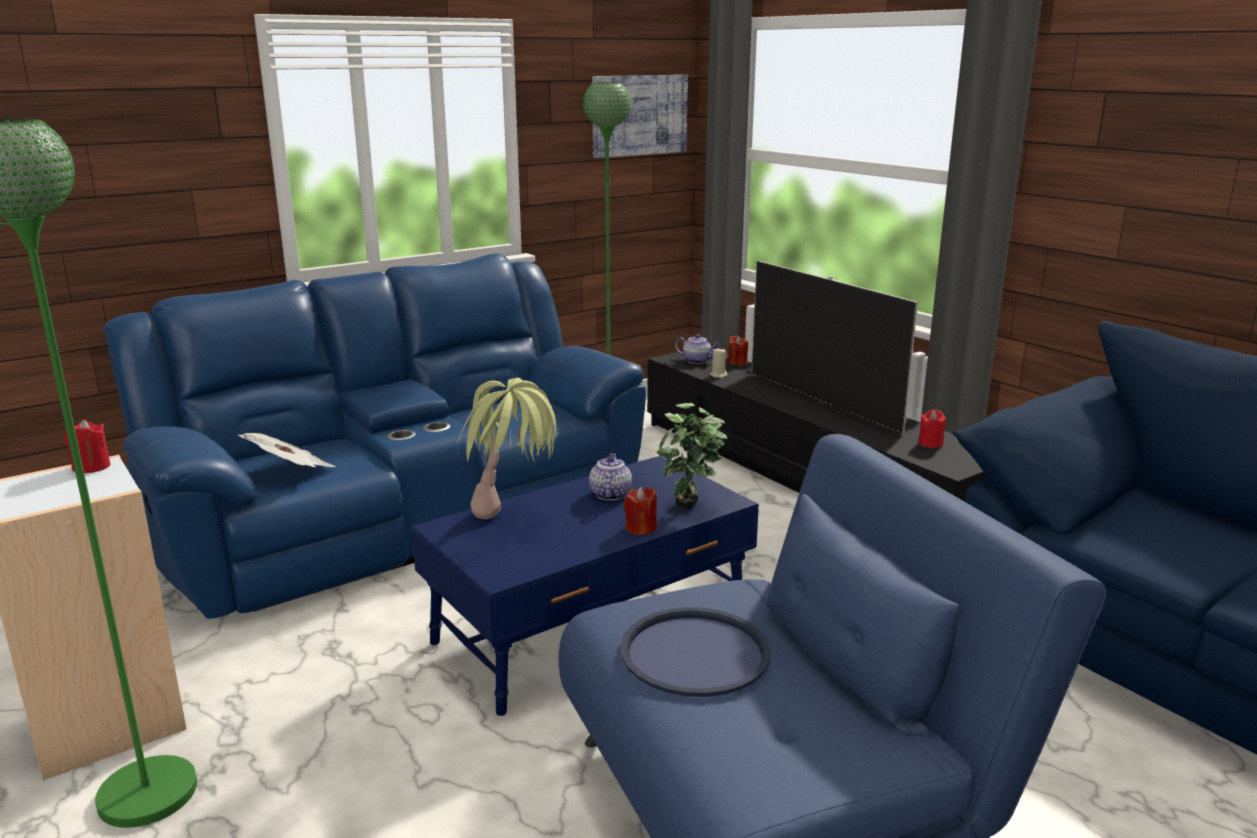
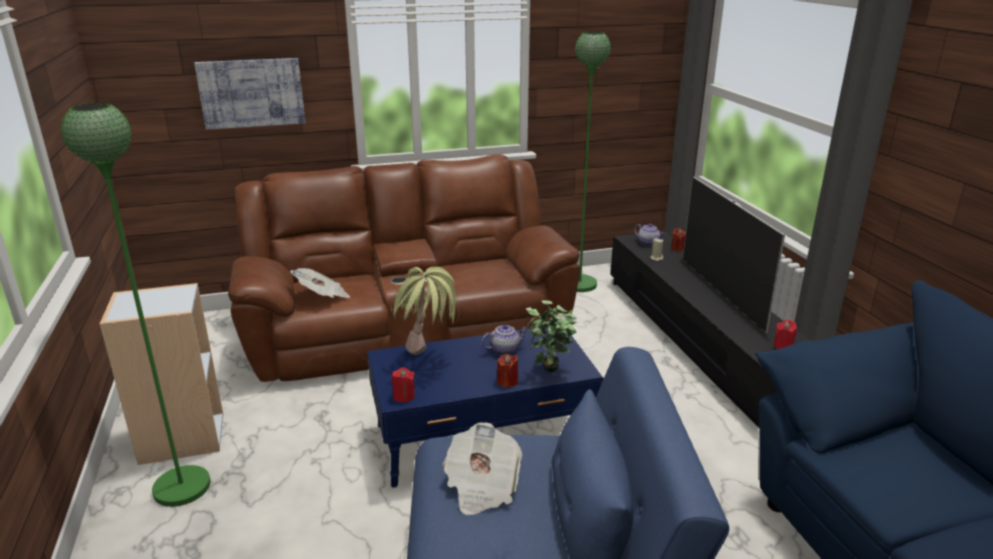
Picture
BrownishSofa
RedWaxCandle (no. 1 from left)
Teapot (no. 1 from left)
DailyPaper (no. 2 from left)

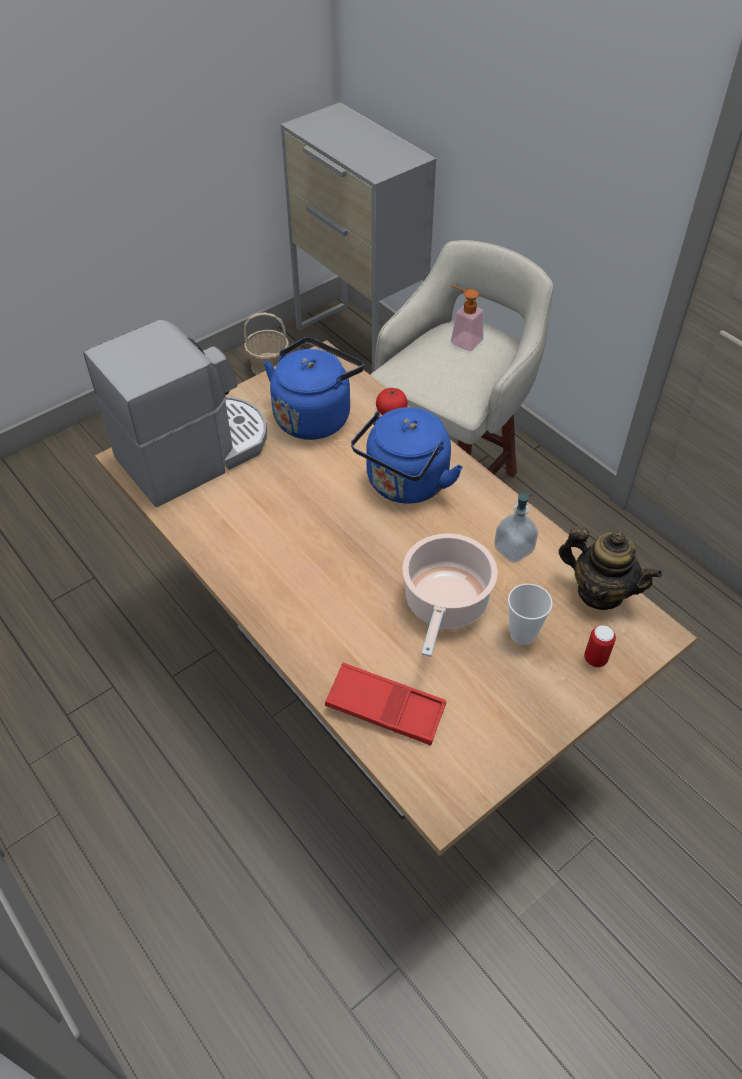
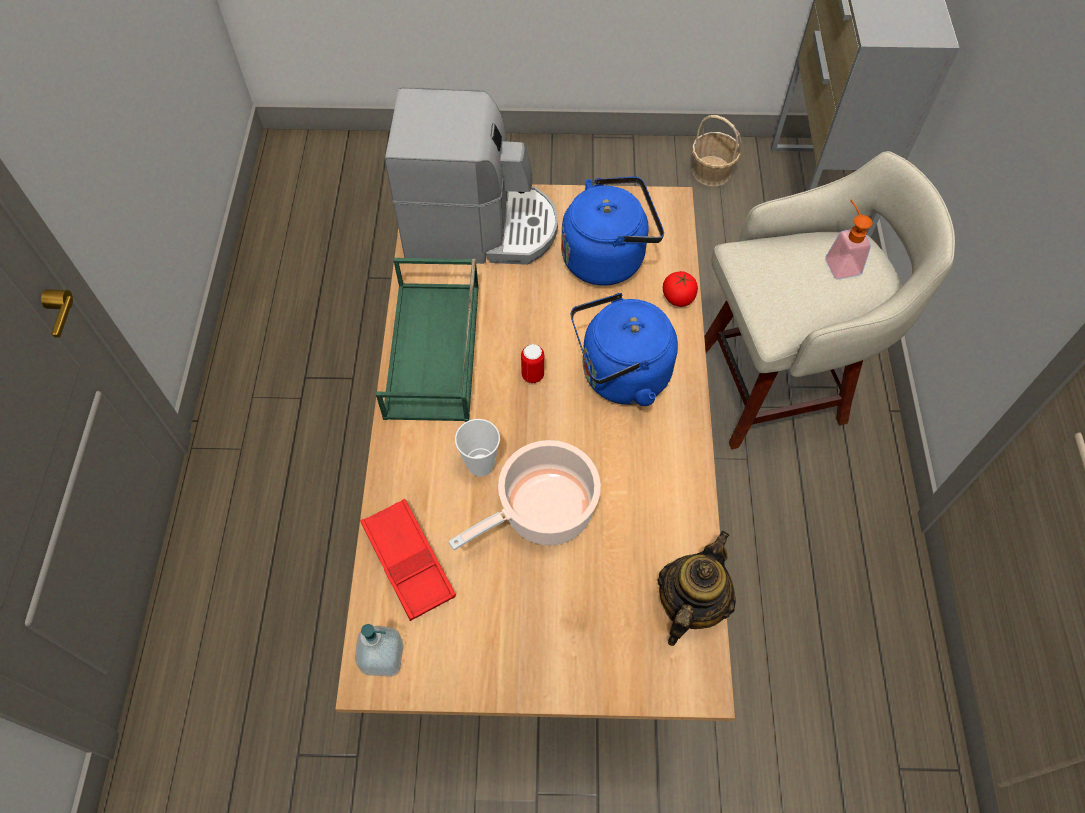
SoapBottle (no. 1 from left)
Teapot
Cup
MetalCan
GreenColouredTray

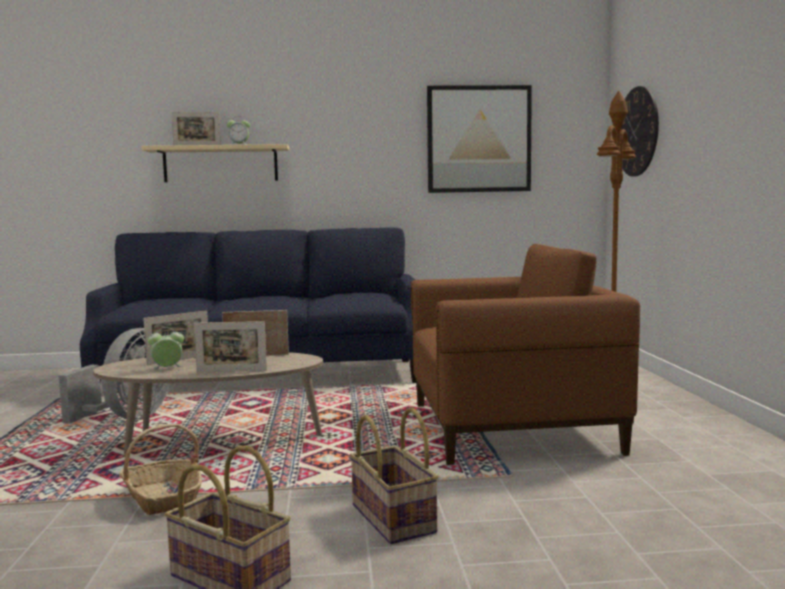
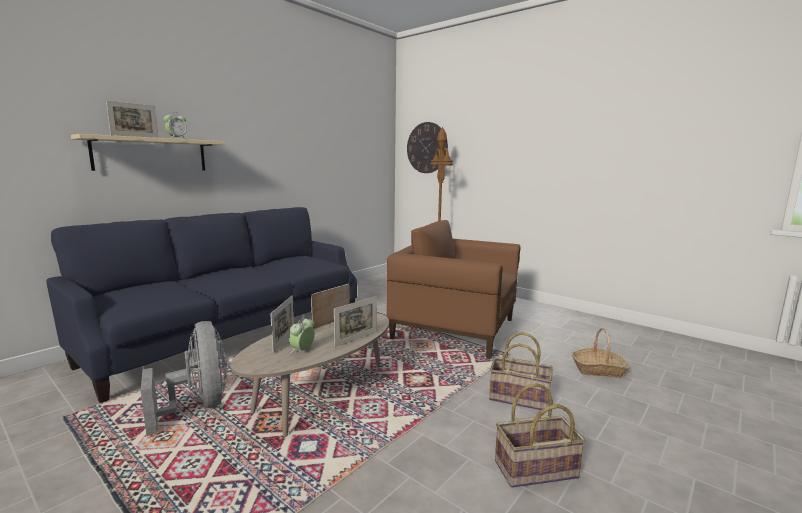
Picture
BrownishEasyChair
HouseholdBasket (no. 3 from left)

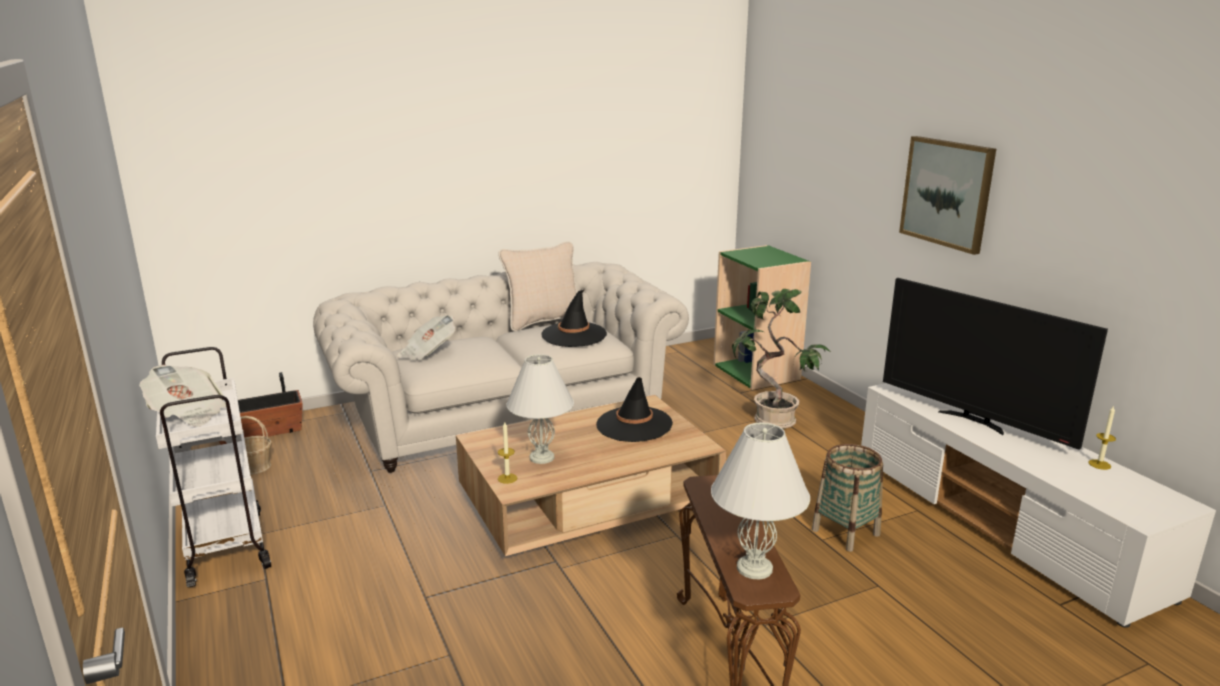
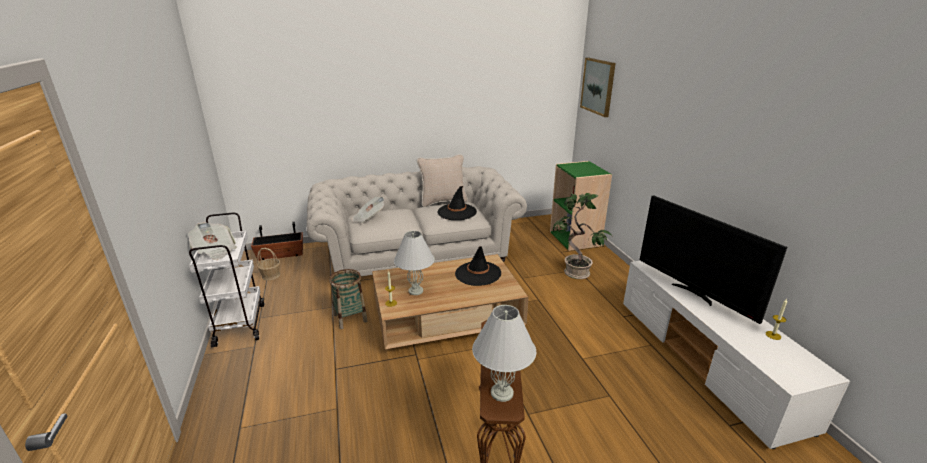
Picture
HouseholdBasket (no. 2 from left)

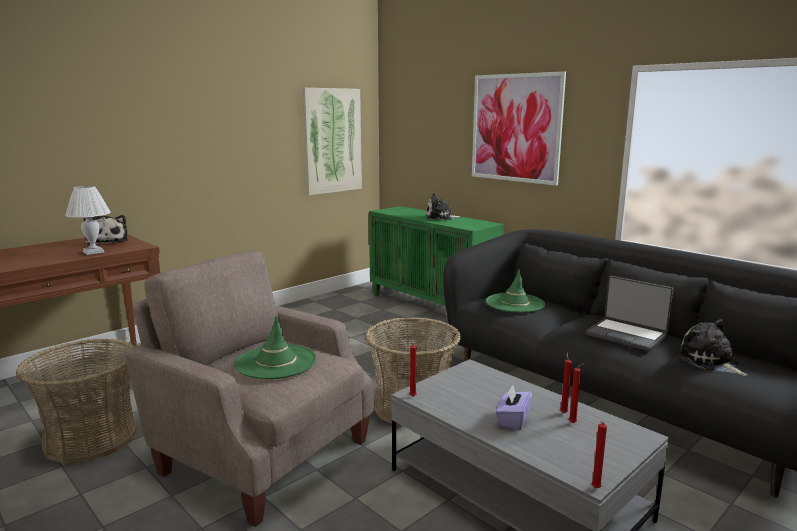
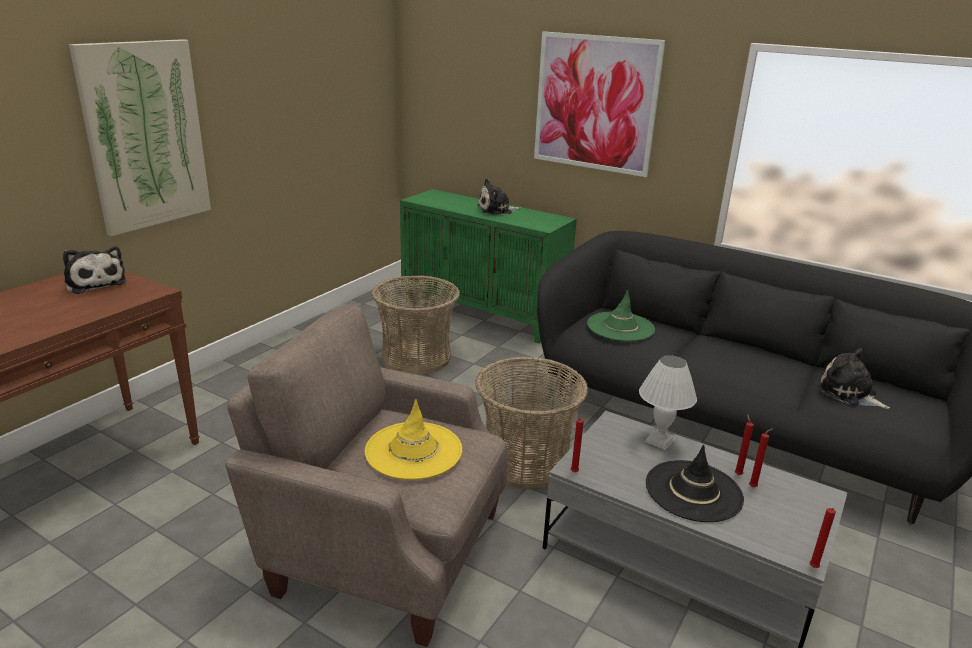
Picture (no. 1 from left)
WhiteTableLamp
Laptop
YellowClothingHat
HouseholdBasket (no. 1 from left)
BlackColouredClothingHat

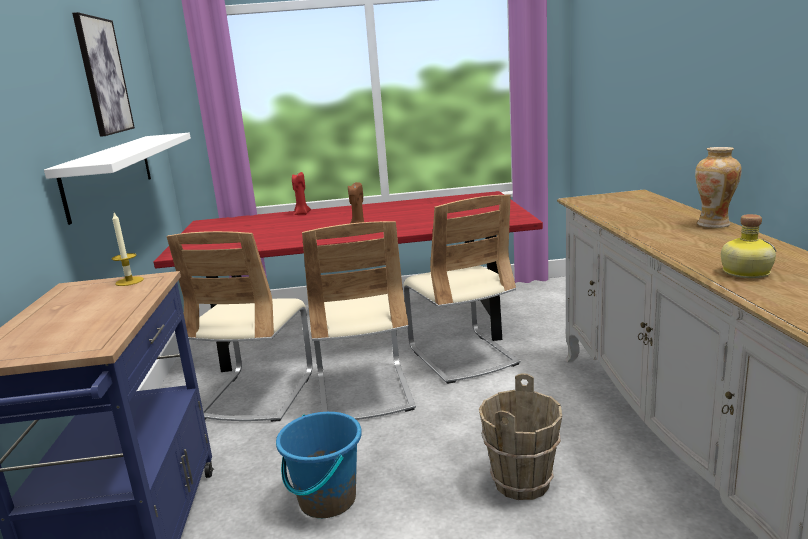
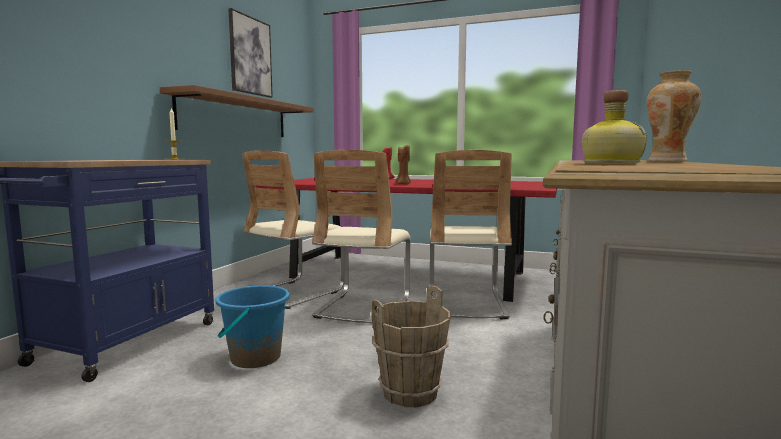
BrownishWallShelf

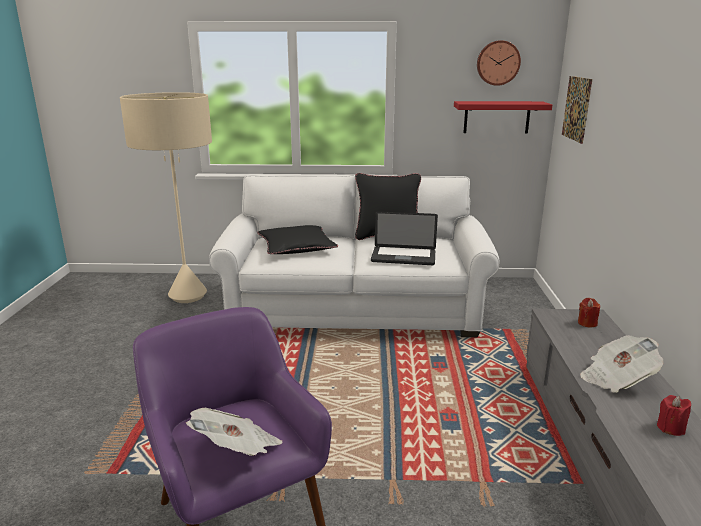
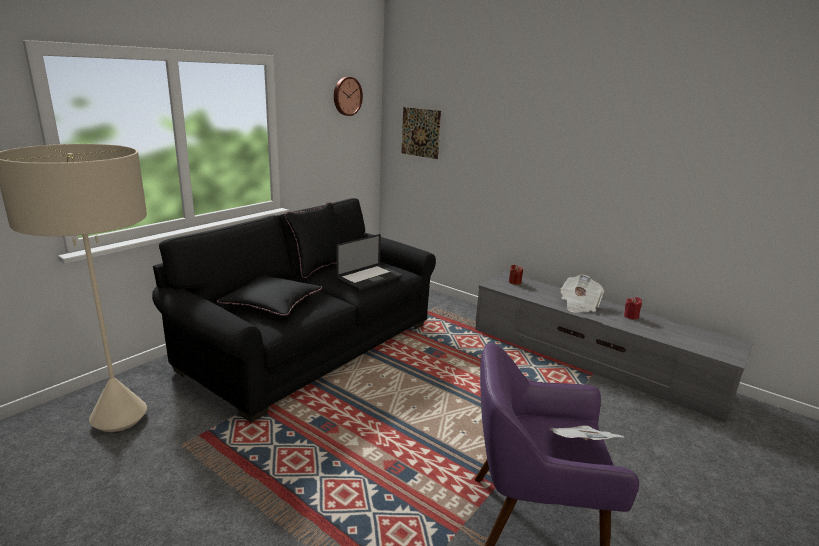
RedWallShelf
BlackColouredSofa

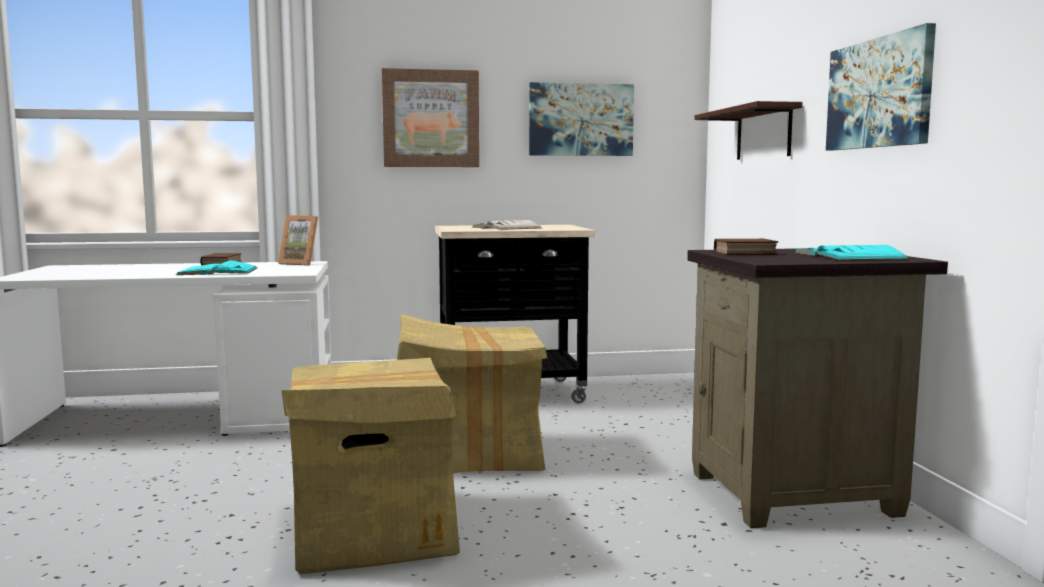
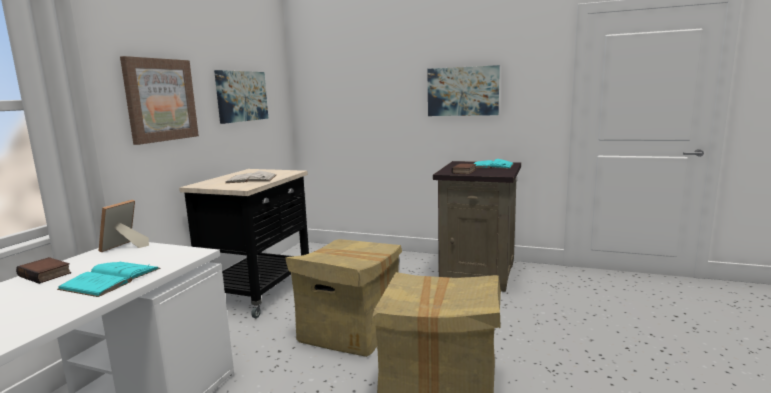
WallShelf
PhotoFrame

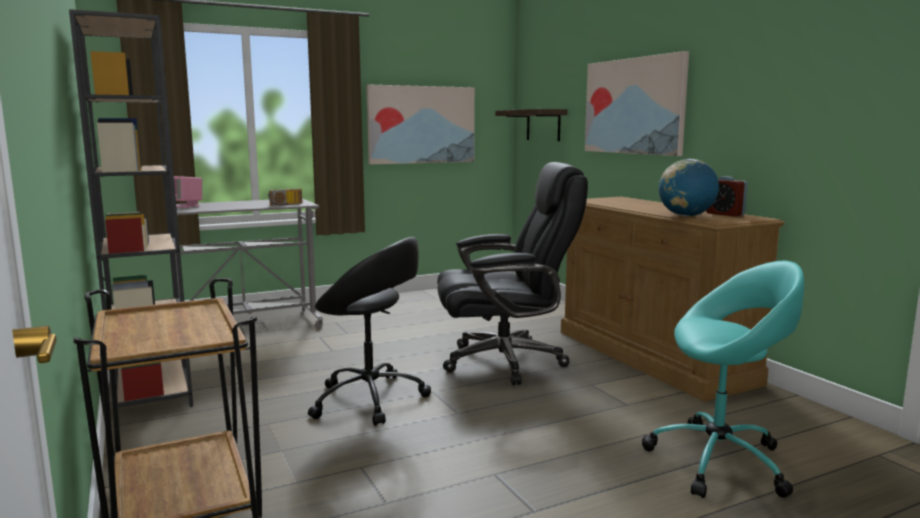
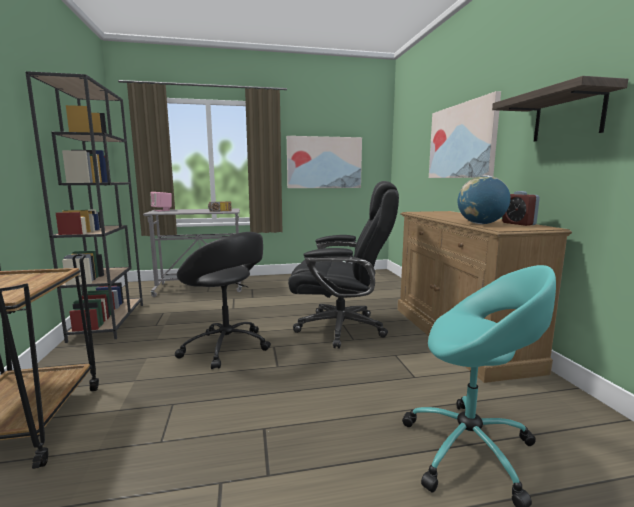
WallShelf

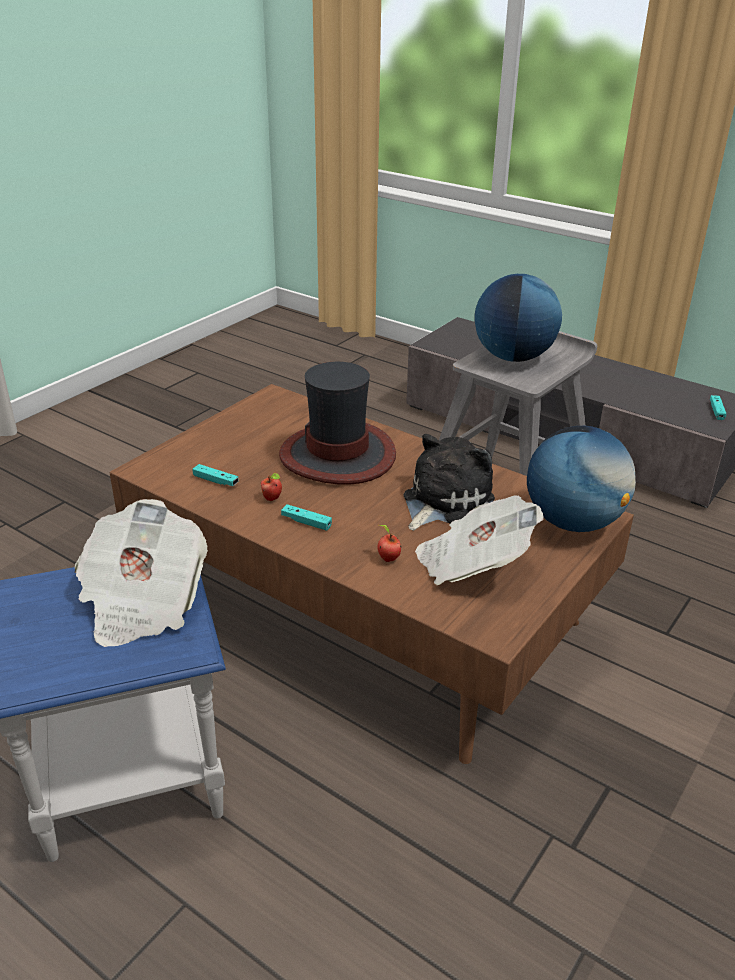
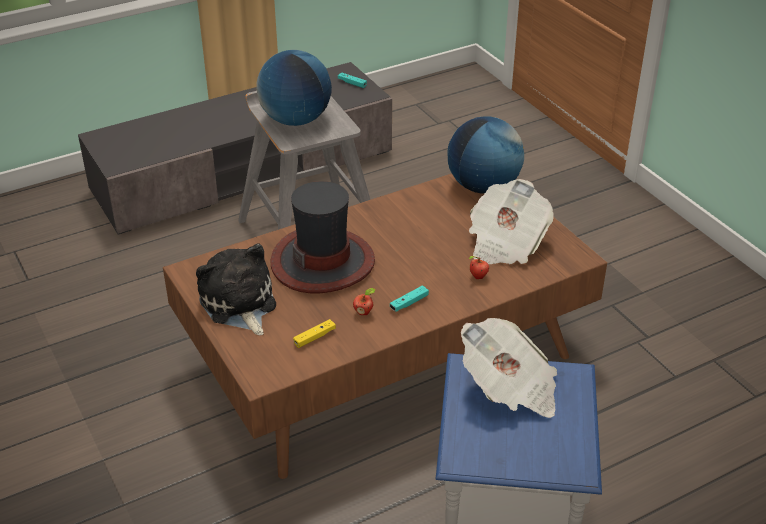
CuddlyToy
YellowGameController

